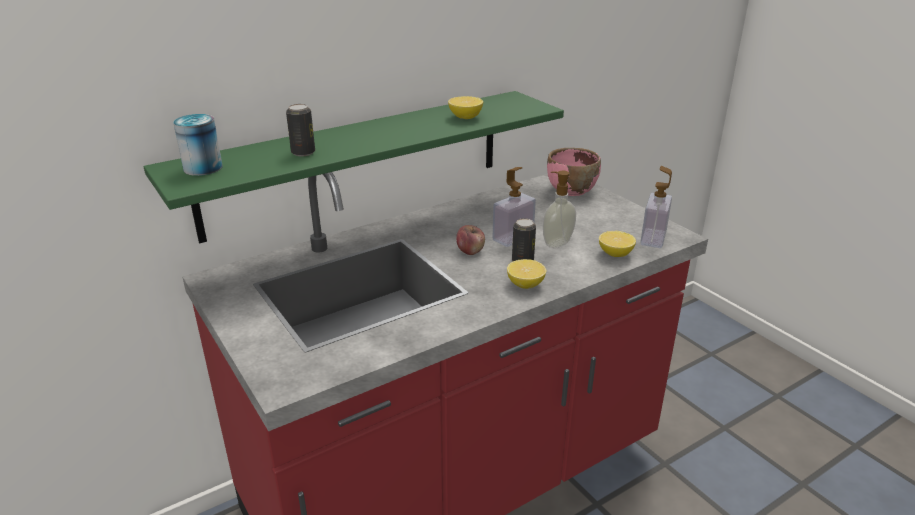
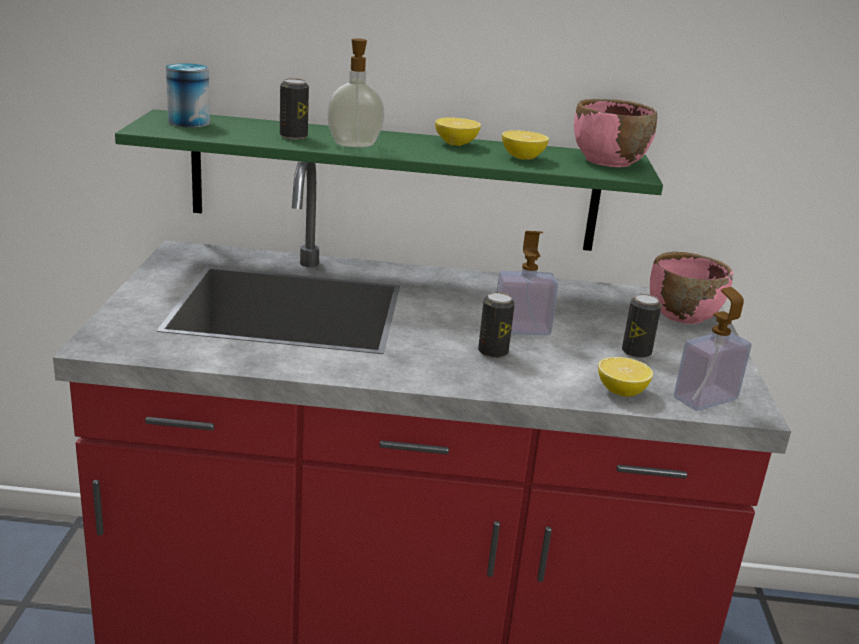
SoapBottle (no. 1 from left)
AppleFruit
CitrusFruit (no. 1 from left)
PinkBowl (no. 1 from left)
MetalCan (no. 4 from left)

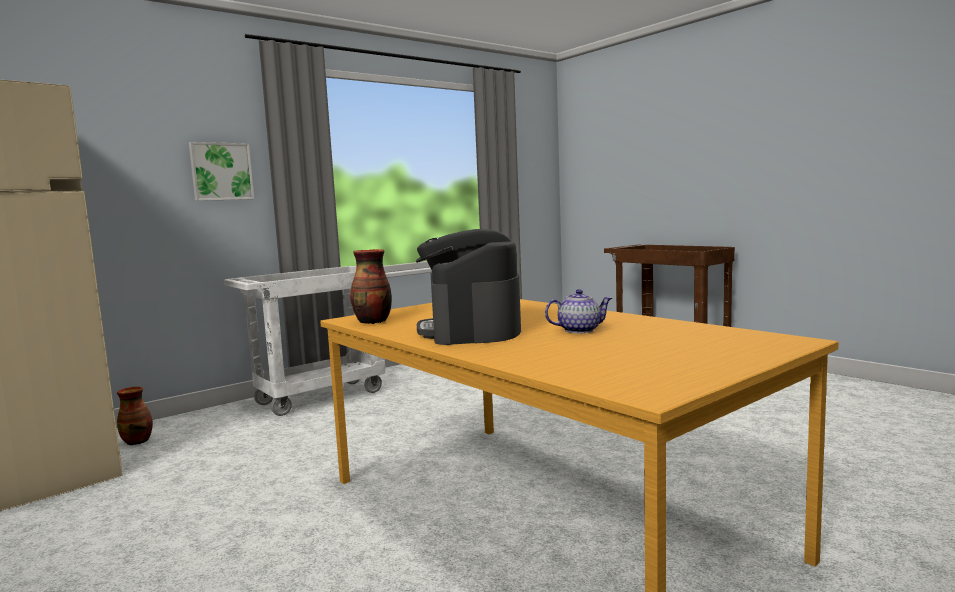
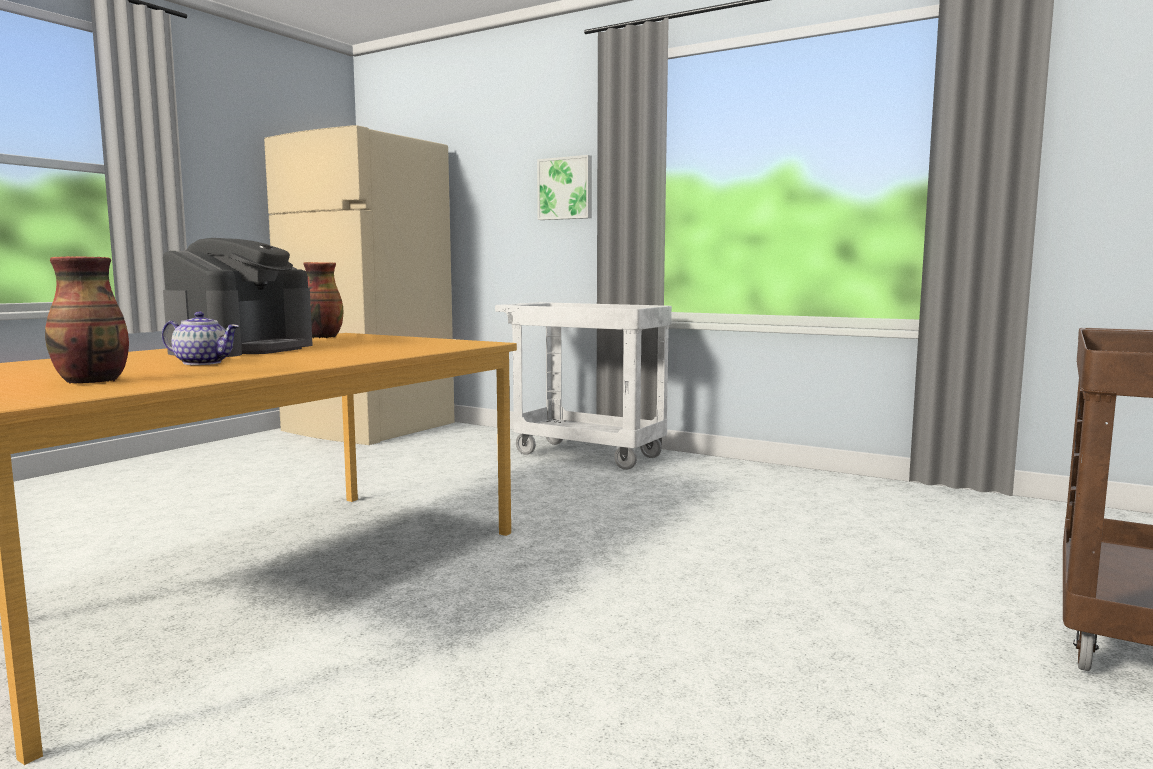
CoffeeBrewer
Teapot
Vase (no. 1 from left)

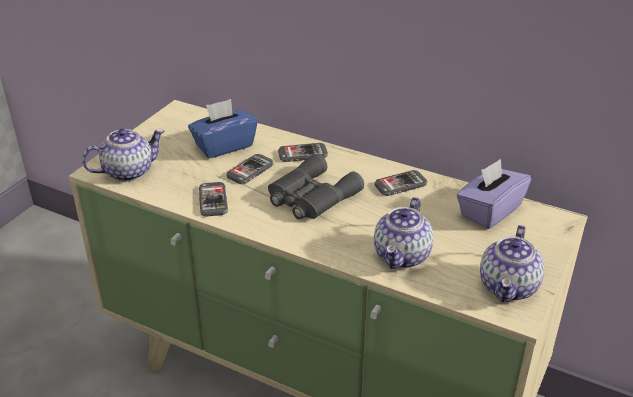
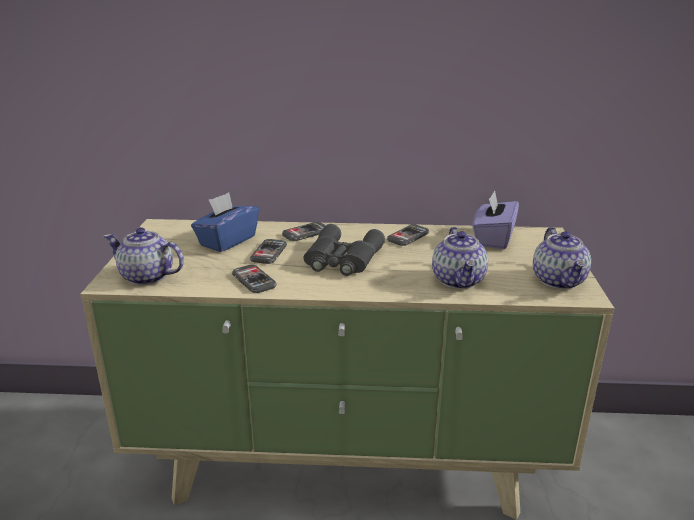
Teapot (no. 1 from left)

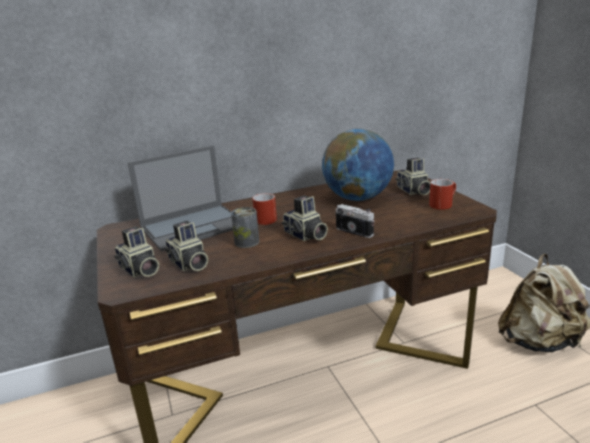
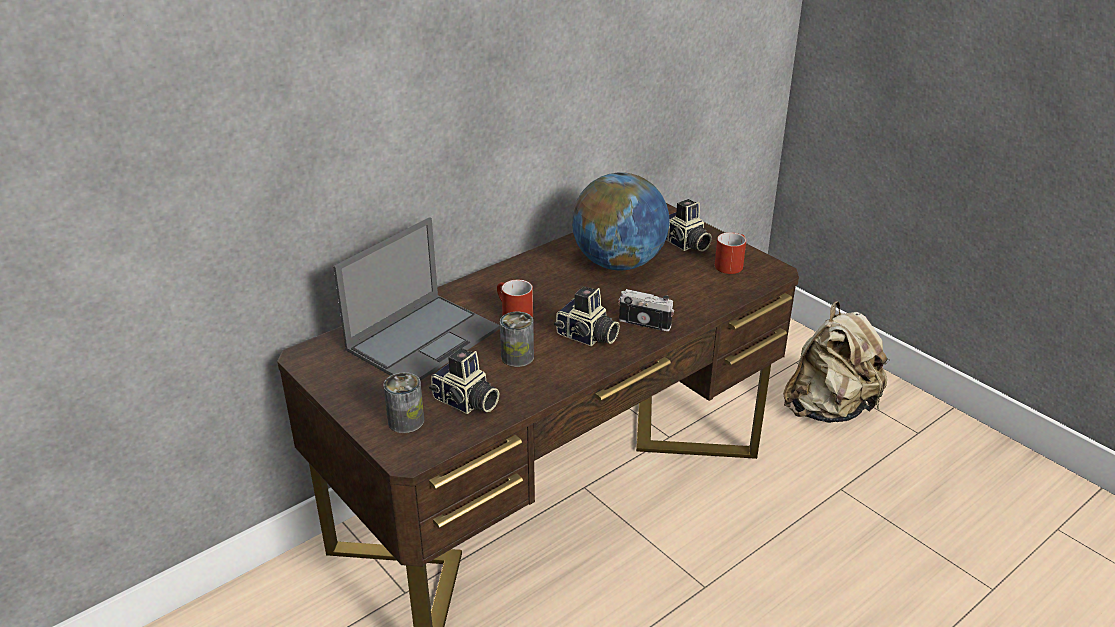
MetalCan (no. 1 from left)

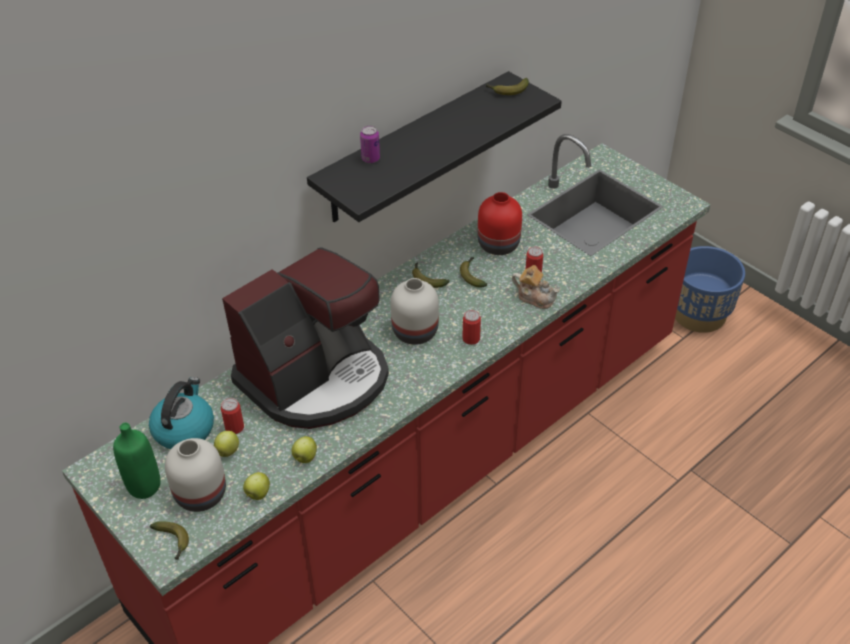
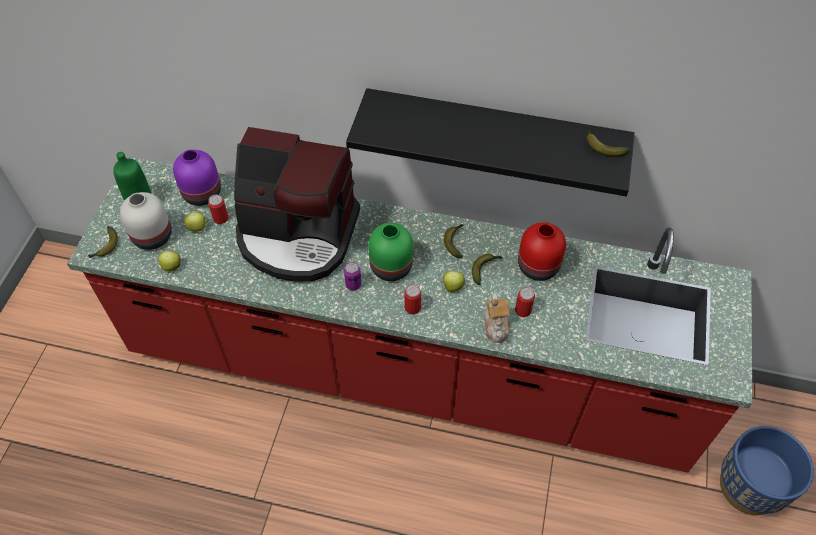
MetalCan (no. 2 from left)
GreenColouredVase
PurpleVase
AppleFruit (no. 3 from left)

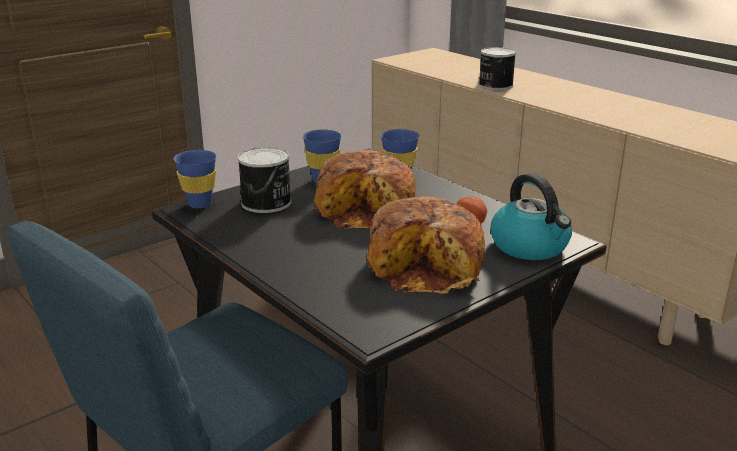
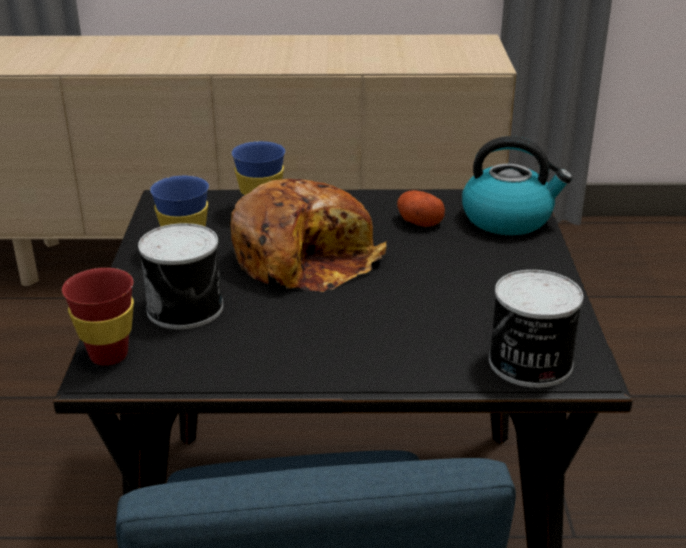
MetalCan (no. 2 from left)
RedCup
BakedBread (no. 2 from left in the first image)

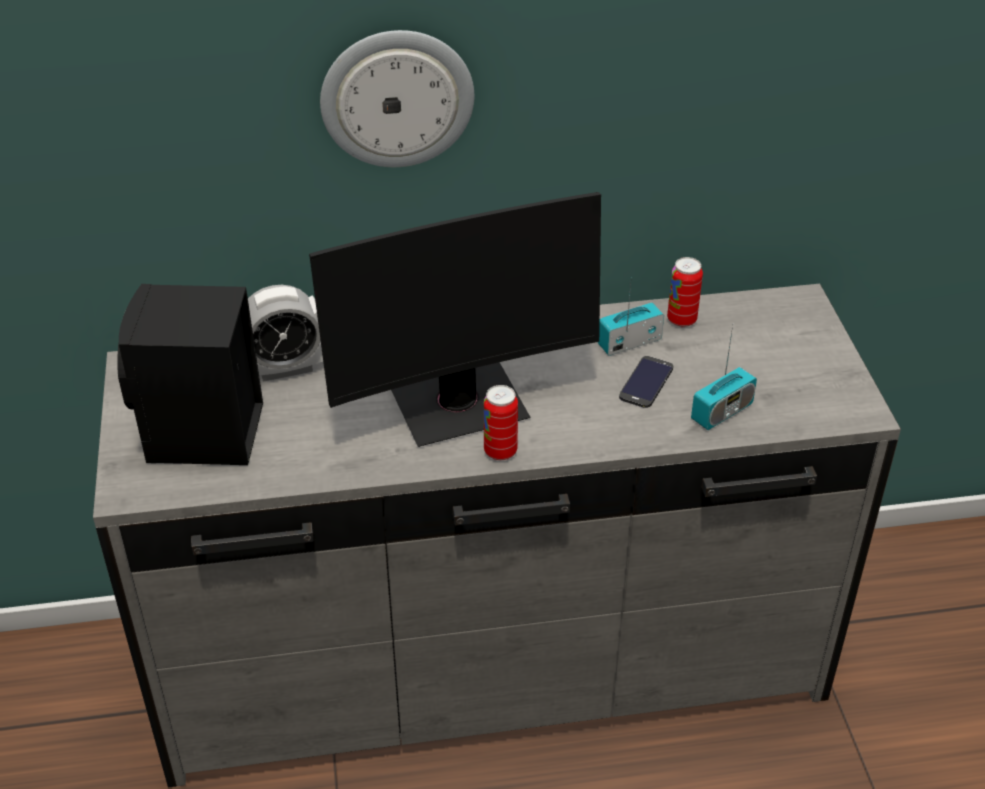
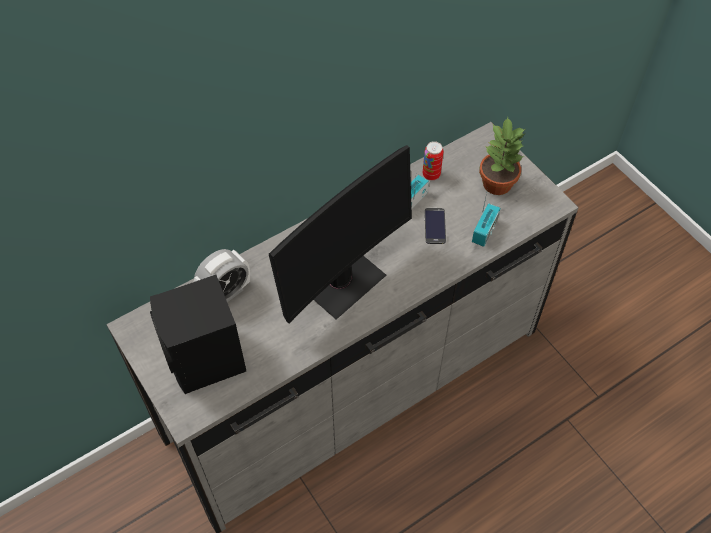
ClockOnTheWall
MetalCan (no. 1 from left in the first image)
PottedPlant

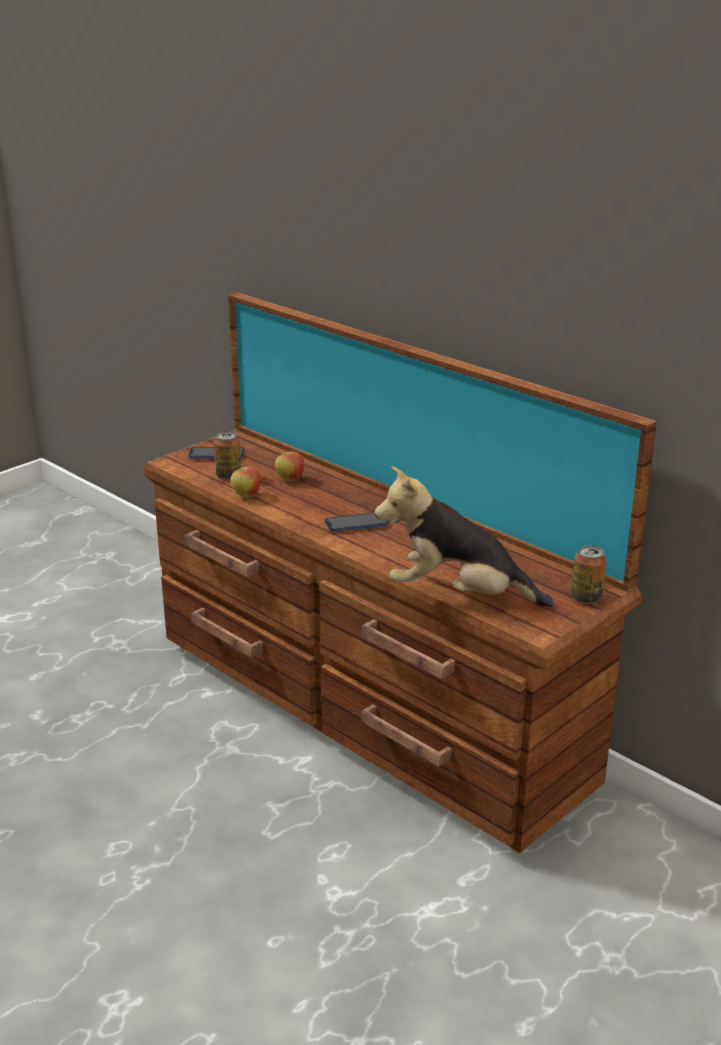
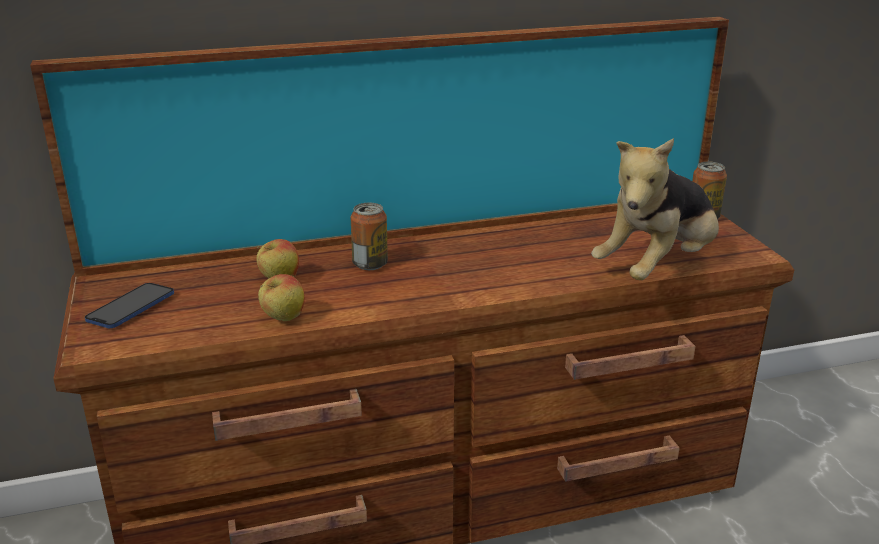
MetalCan (no. 1 from left)
Telephone (no. 2 from left in the first image)

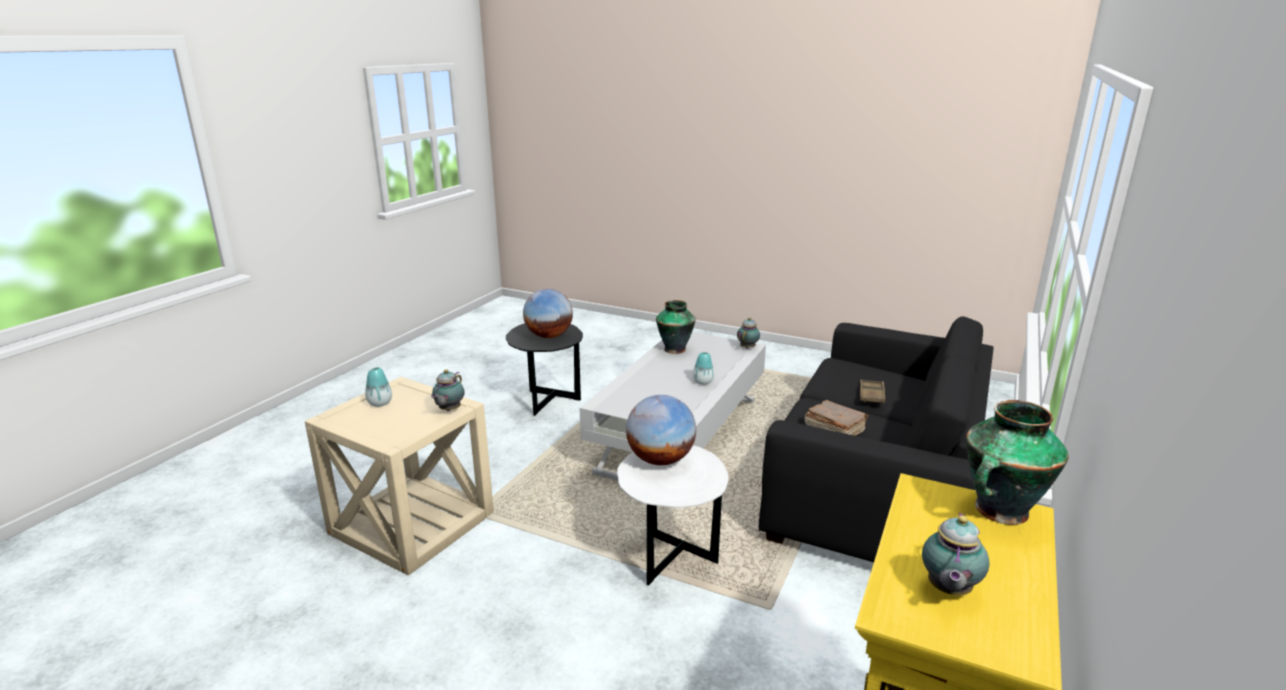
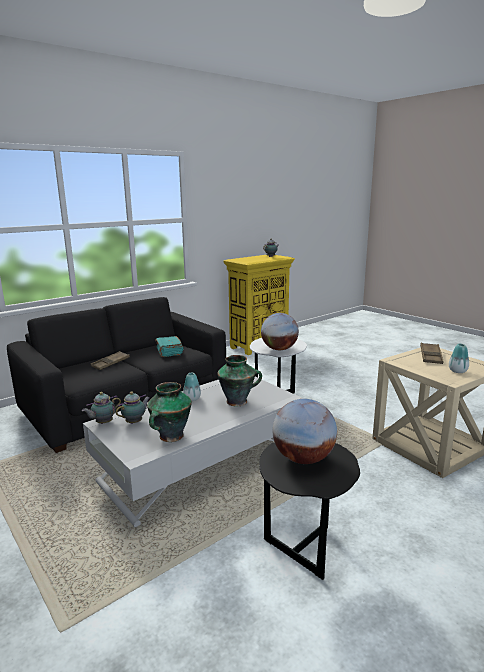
Teapot (no. 2 from left)
TurquoiseColouredBoundBook
Vase (no. 3 from left)
BrownishTray (no. 2 from left)

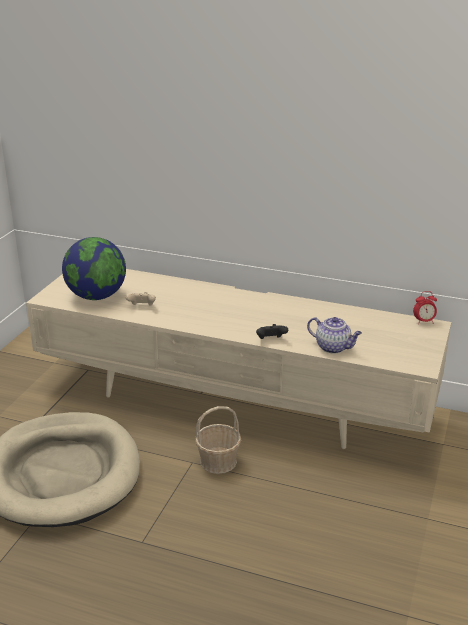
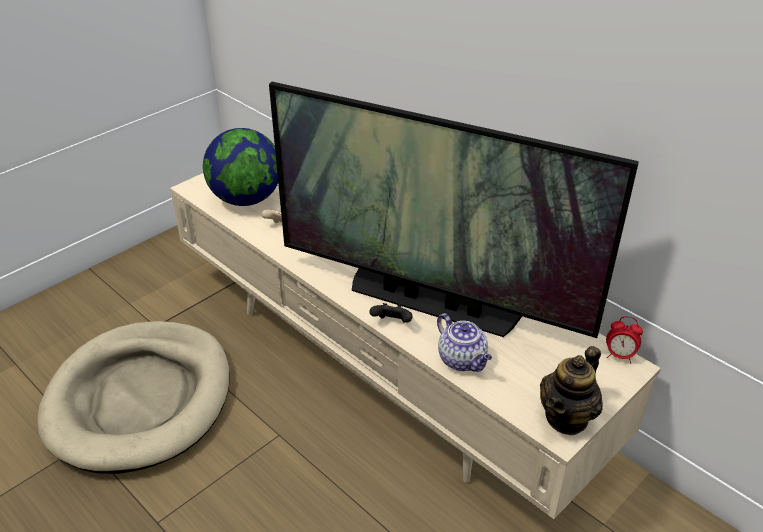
HouseholdBasket
TvSet
Teapot (no. 2 from left)

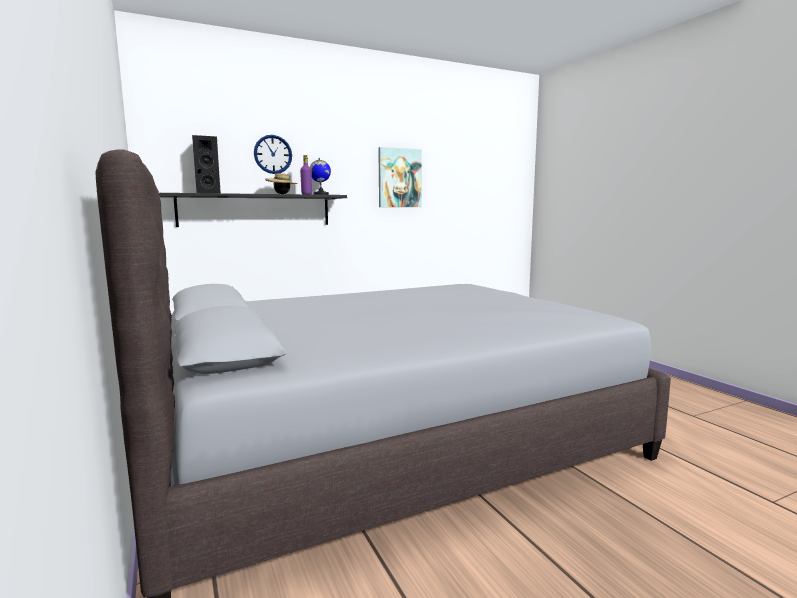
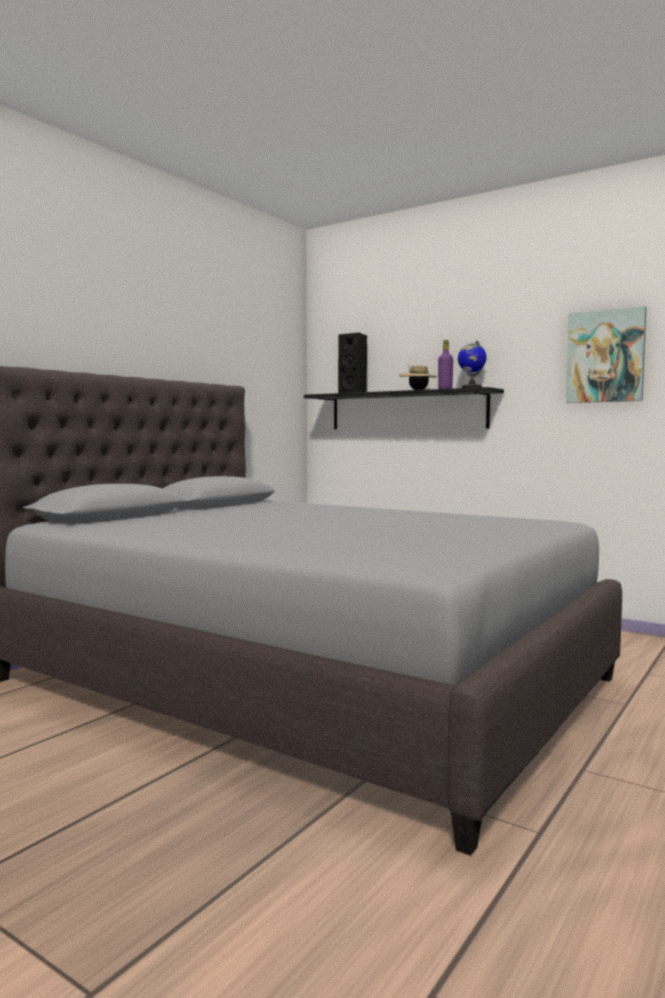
ClockOnTheWall

